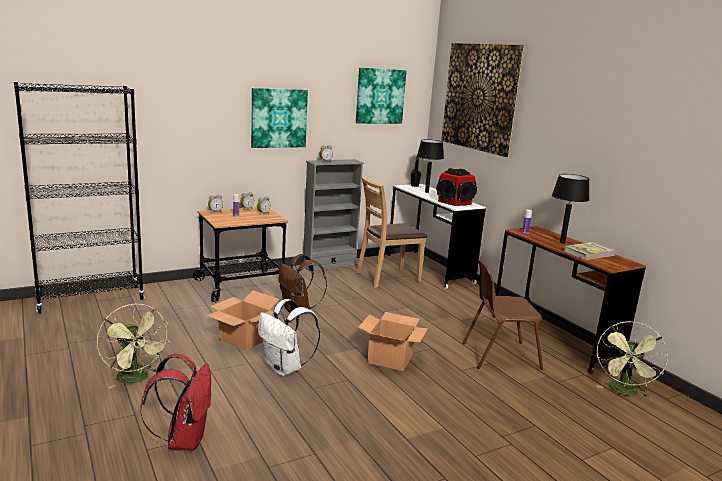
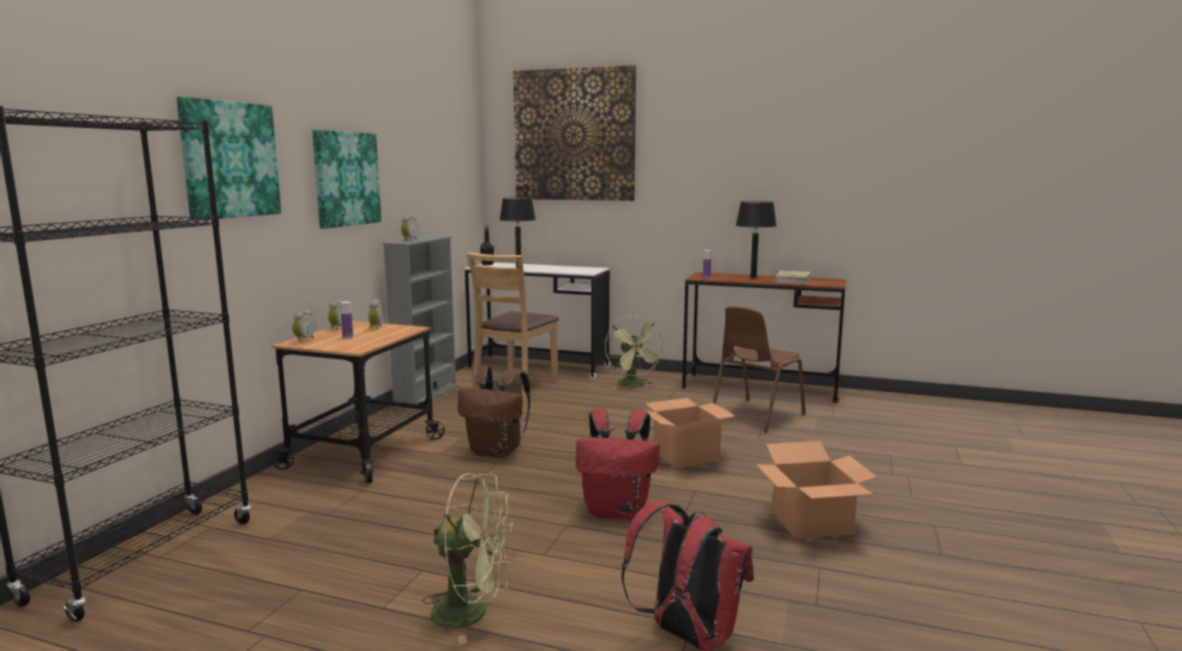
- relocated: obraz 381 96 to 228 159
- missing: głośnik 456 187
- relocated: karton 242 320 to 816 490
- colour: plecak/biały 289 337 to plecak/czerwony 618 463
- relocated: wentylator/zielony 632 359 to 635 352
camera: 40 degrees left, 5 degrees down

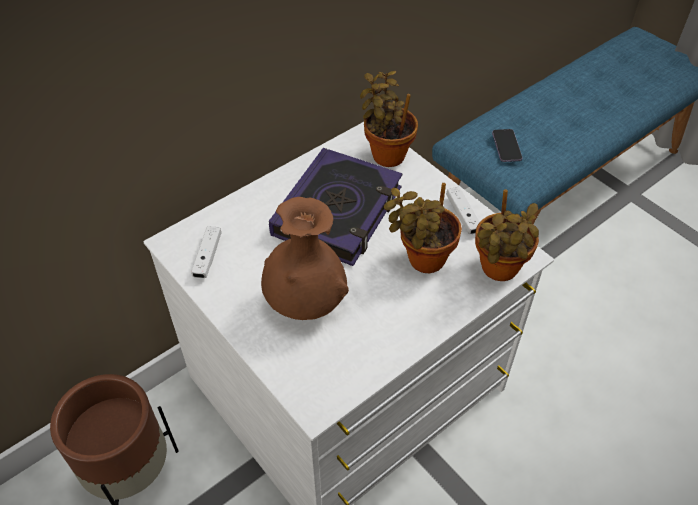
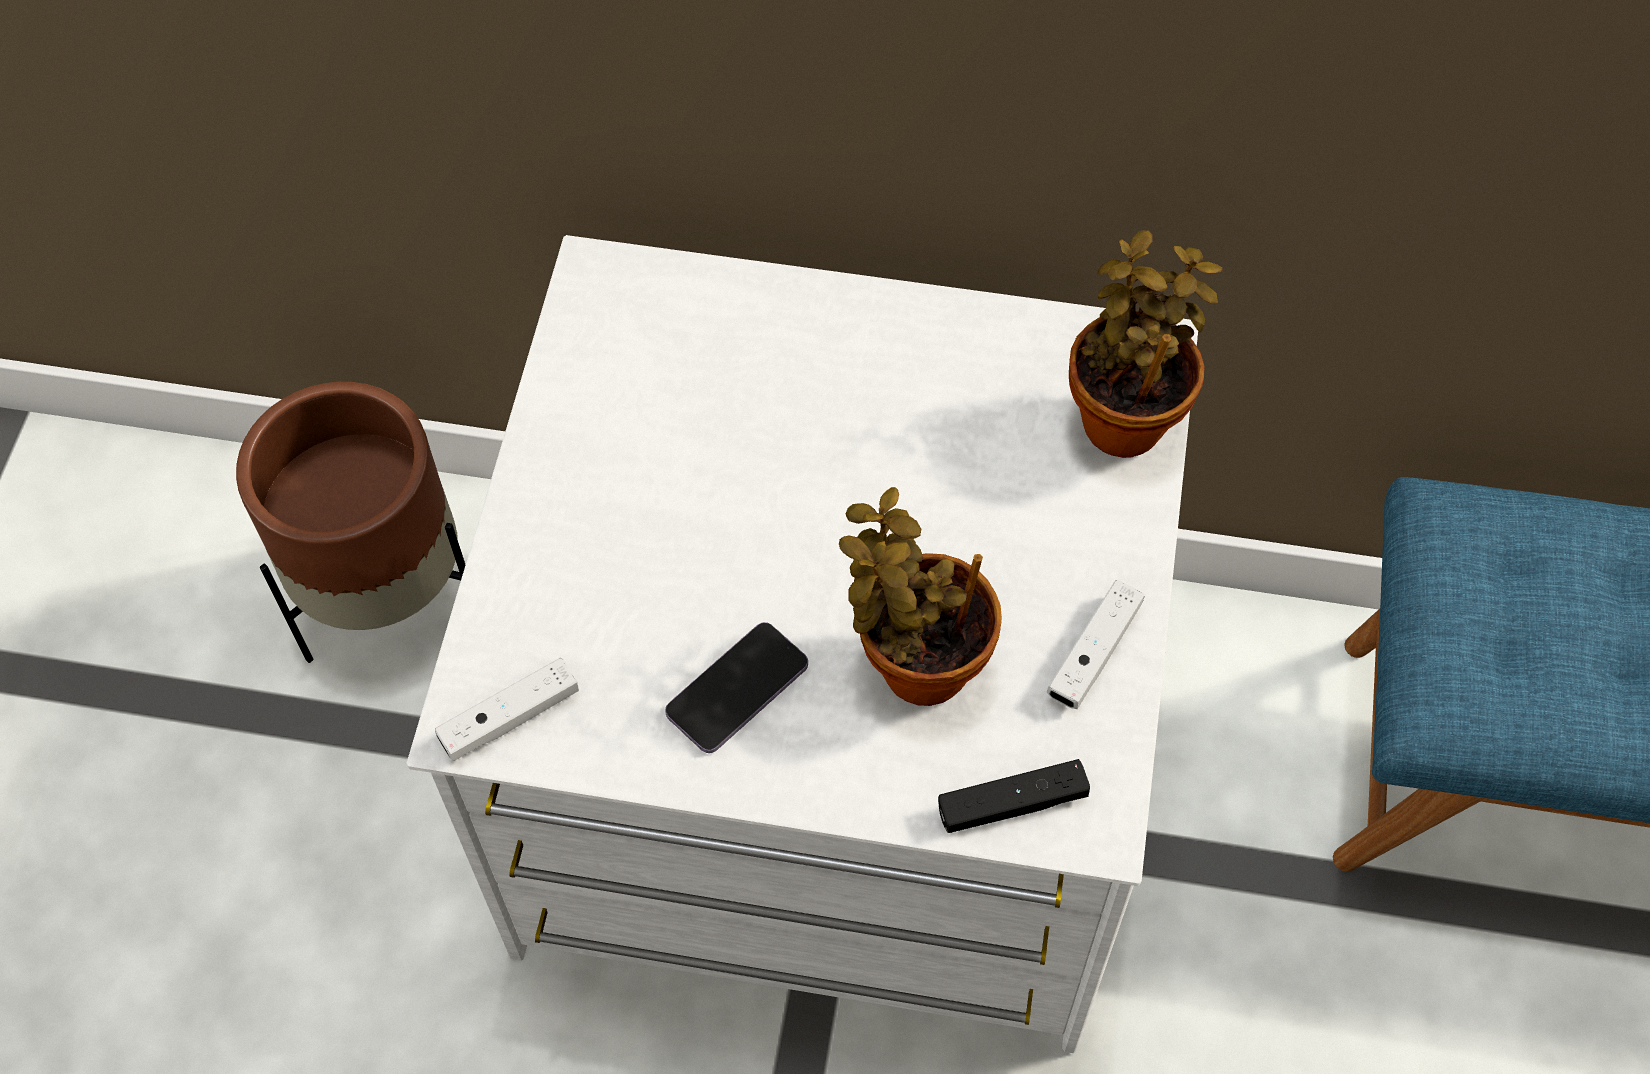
- relocated: telefon 507 145 to 736 687
- missing: książka 336 207
- exchanged: roślina doniczkowa 507 235 to pad do gier/czarny 1014 796
- missing: wazon/brązowy 305 258
- relocated: pad do gier/biały 206 252 to 507 709
camera: 50 degrees right, 10 degrees up

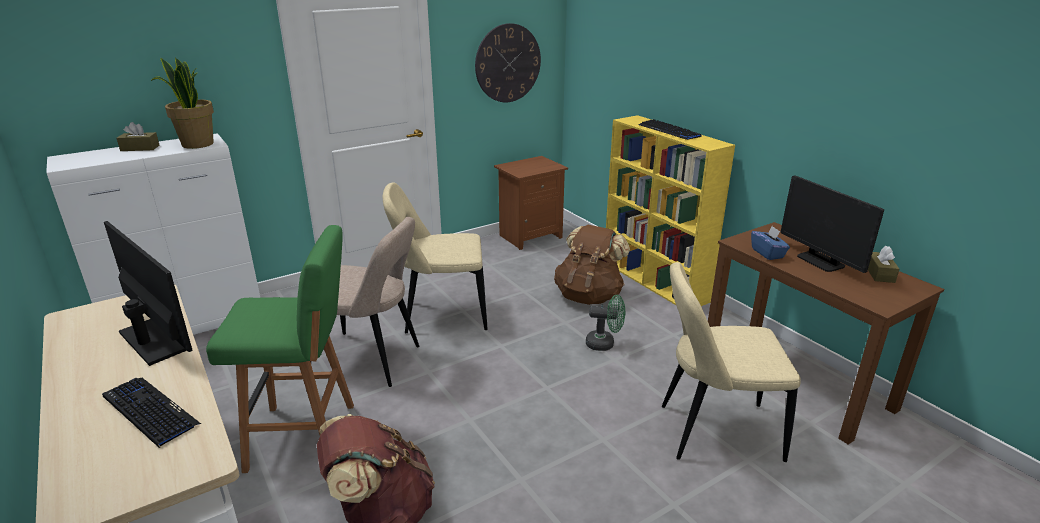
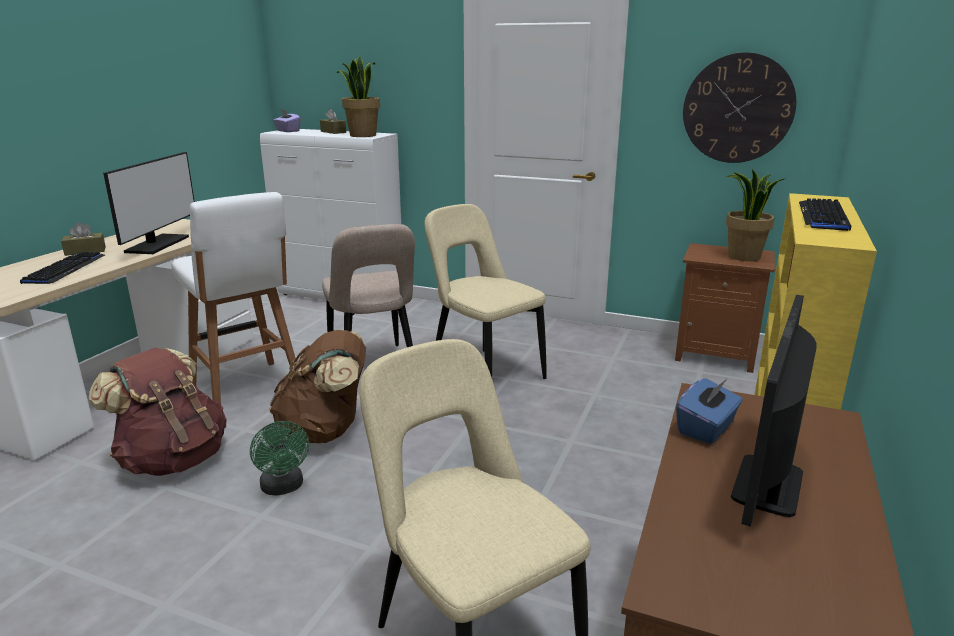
- colour: stołek/zielony 280 349 to stołek/biały 233 298
- relocated: plecak/brązowy 592 265 to 317 386
- relocated: pudełko chusteczek/brązowy 884 264 to 83 239
- relocated: wentylator/zielony 605 323 to 279 458
- appeared: pudełko chusteczek/fioletowy 287 120
- appeared: roślina doniczkowa 754 215
camera: 55 degrees right, 5 degrees down

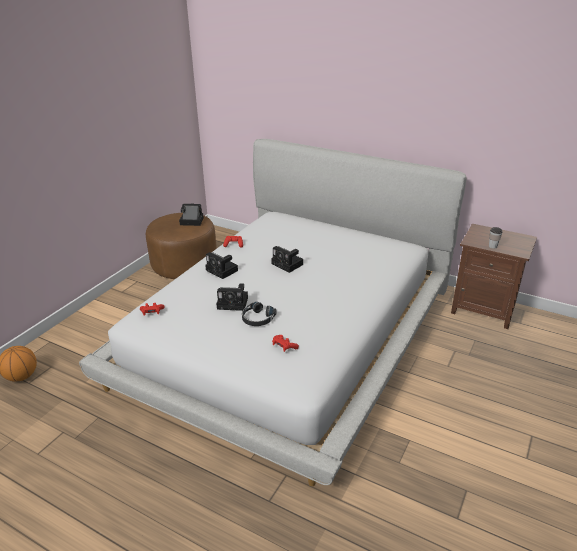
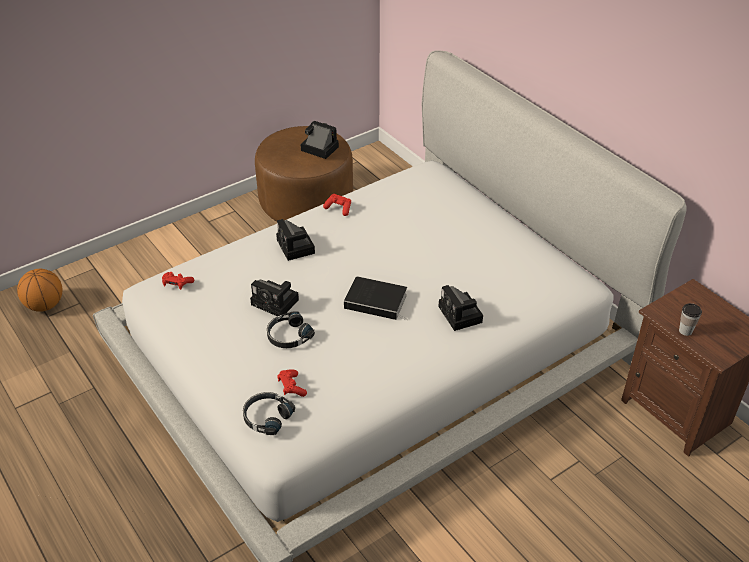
- relocated: aparat fotograficzny 287 259 to 460 308
- appeared: książka 375 298
- appeared: słuchawki/czarny 269 413
camera: 25 degrees right, 10 degrees up

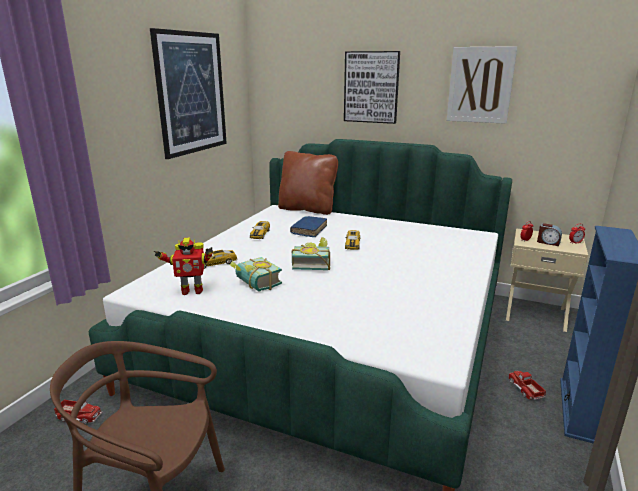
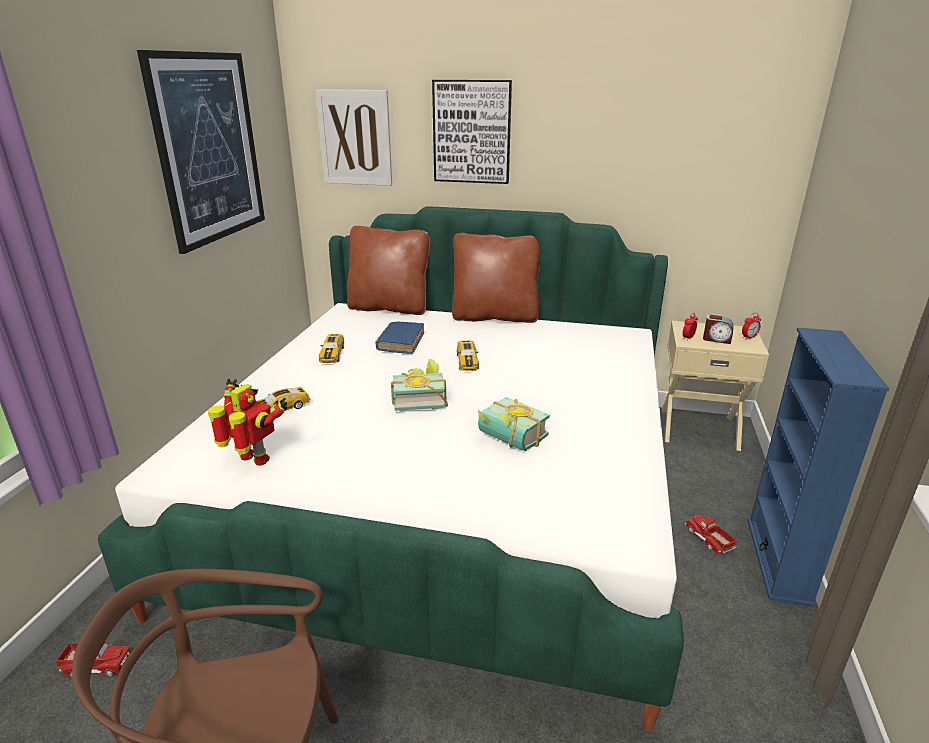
- relocated: obraz 482 85 to 354 137
- spun: robot zabawkowy 183 266 = 248 422 135 degrees counterclockwise
- relocated: książka 256 274 to 514 424
- appeared: poduszka/brązowy 496 278
camera: 10 degrees left, 5 degrees up

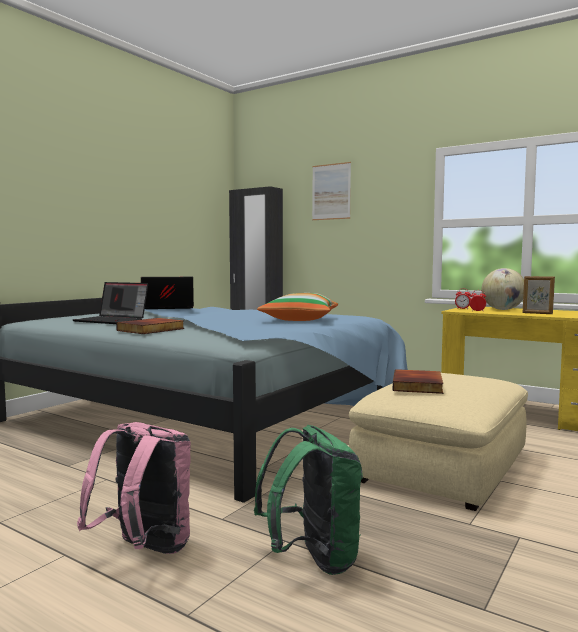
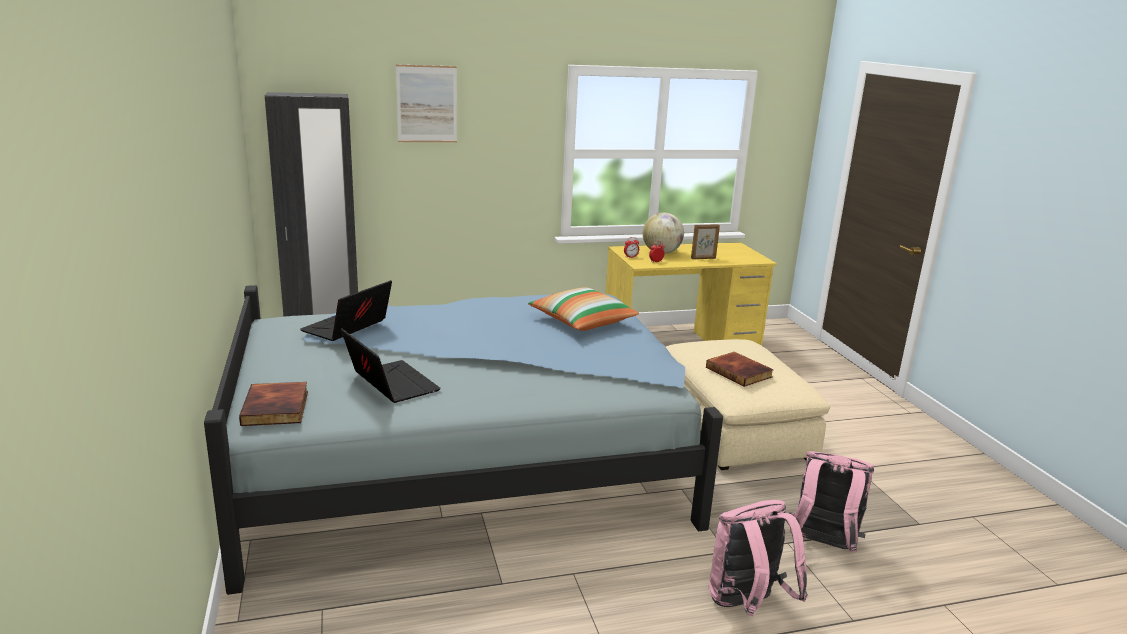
- spun: laptop 110 303 = 391 366 105 degrees counterclockwise
- relocated: książka 150 326 to 273 404
- colour: plecak/zielony 308 500 to plecak/różowy 831 502
camera: 50 degrees left, 15 degrees up

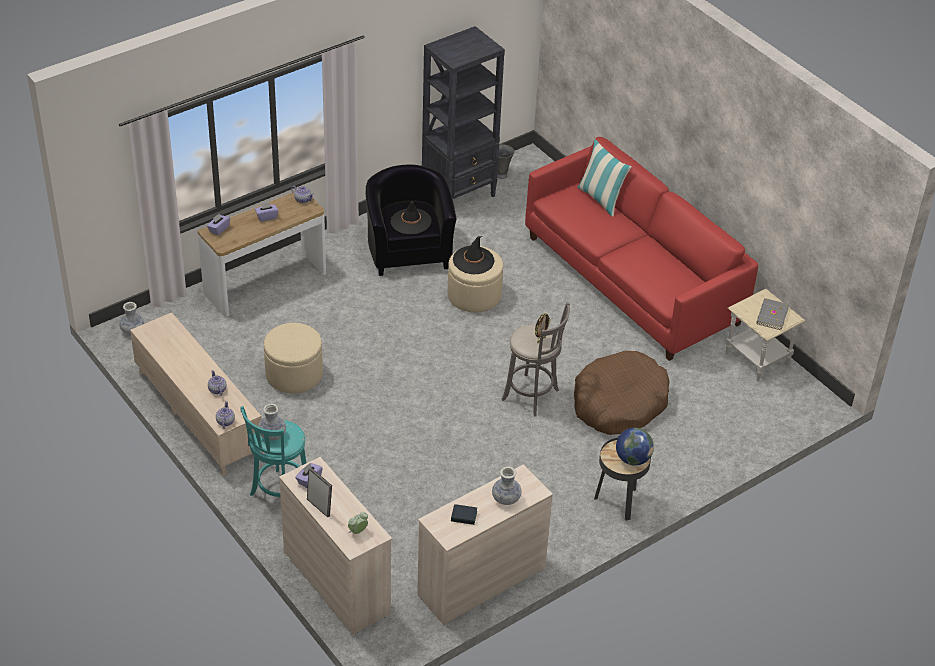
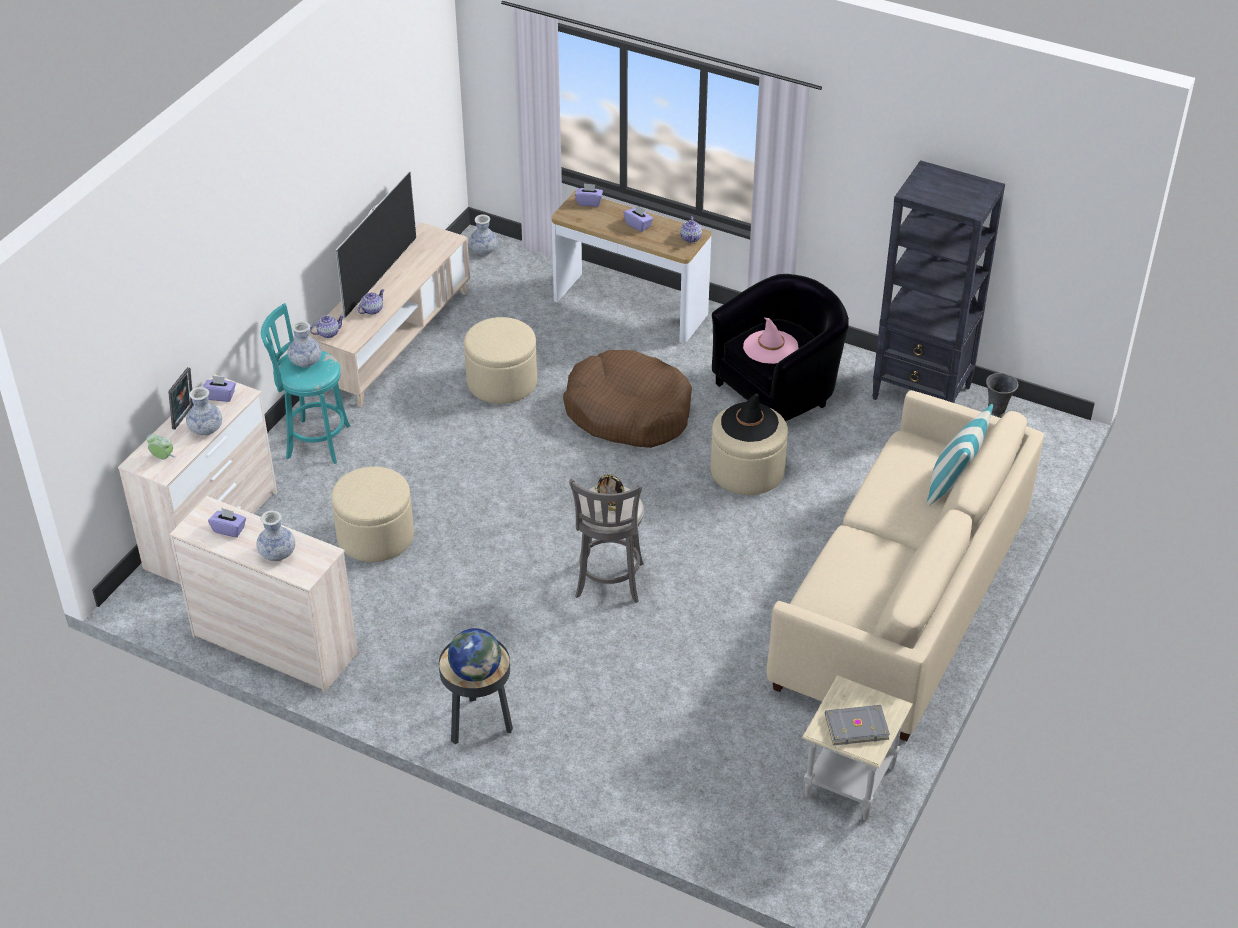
- colour: kanapa/czerwony 641 249 to kanapa/beżowy 905 566
- colour: kapelusz/czarny 411 217 to kapelusz/różowy 770 340
- relocated: legowisko/brązowy 621 393 to 627 399
- exchanged: książka 464 514 to pudełko chusteczek/fioletowy 227 523
- appeared: telewizor 376 244
- appeared: wazon 204 411
- appeared: pufa/beżowy 372 514
camera: 65 degrees right, 0 degrees up

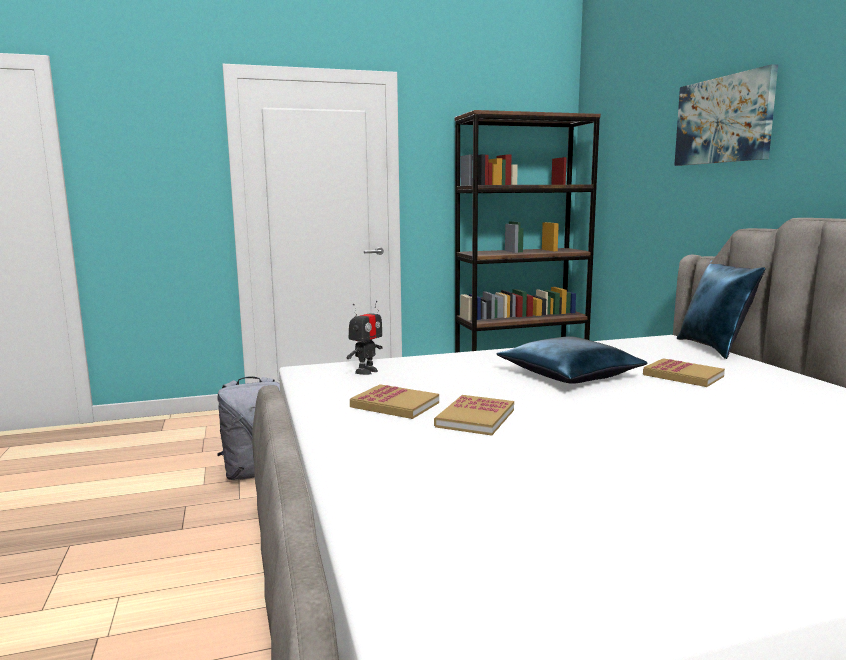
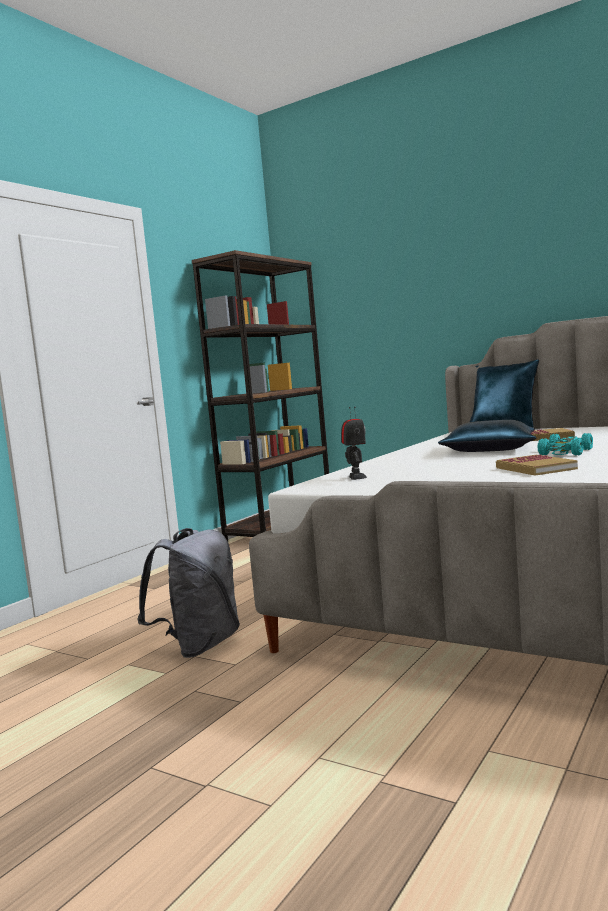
- missing: obraz 726 115
- missing: książka 394 401
- appeared: samochodzik/turkusowy 565 444
camera: 40 degrees left, 5 degrees down

